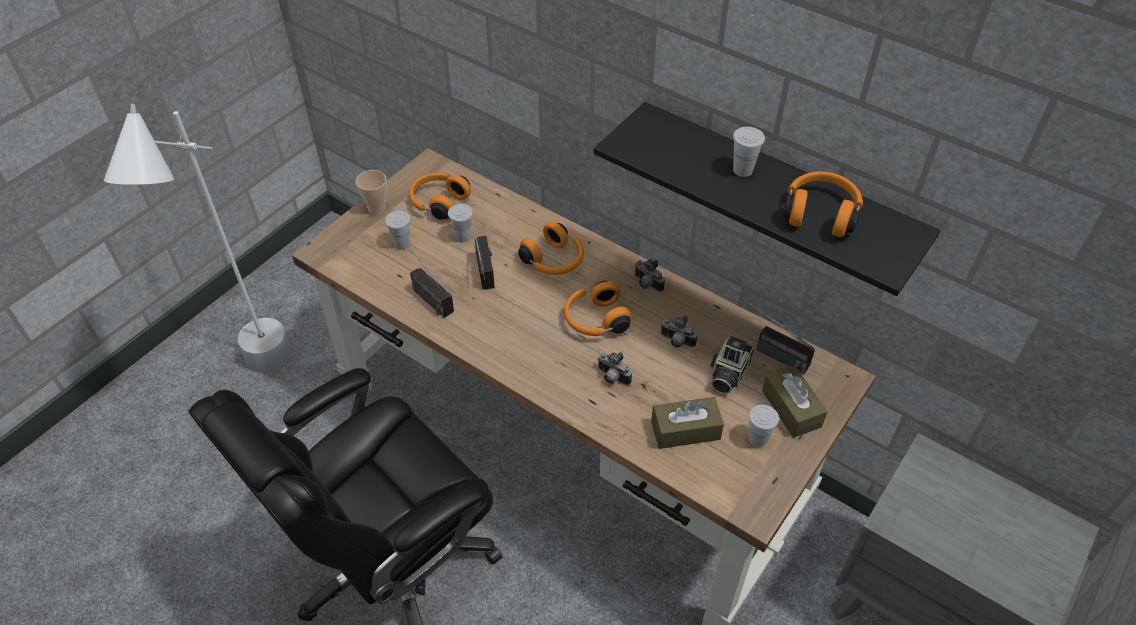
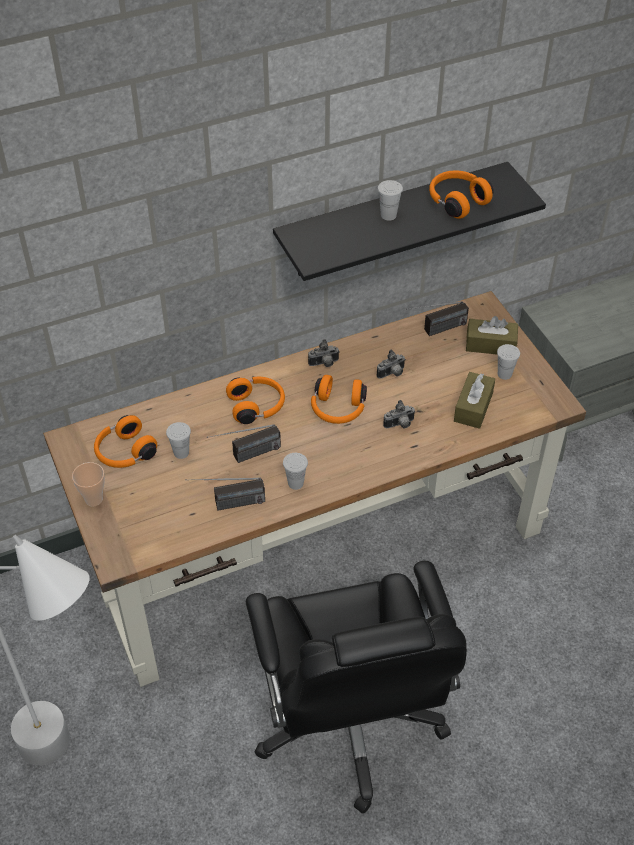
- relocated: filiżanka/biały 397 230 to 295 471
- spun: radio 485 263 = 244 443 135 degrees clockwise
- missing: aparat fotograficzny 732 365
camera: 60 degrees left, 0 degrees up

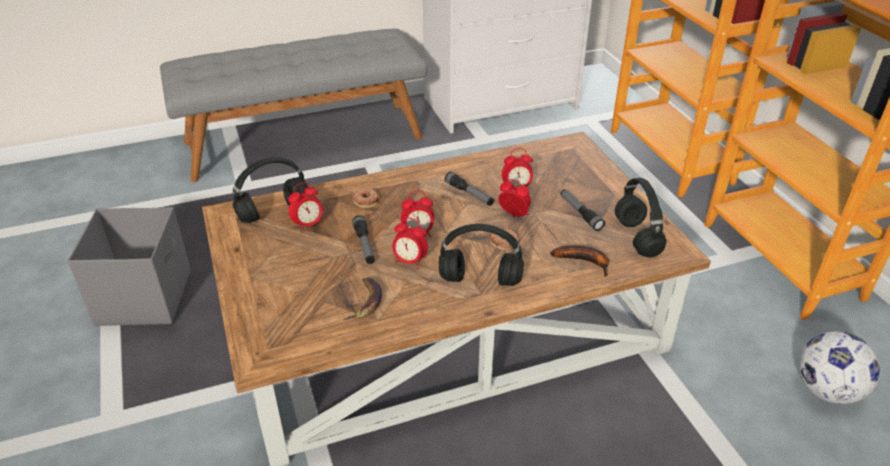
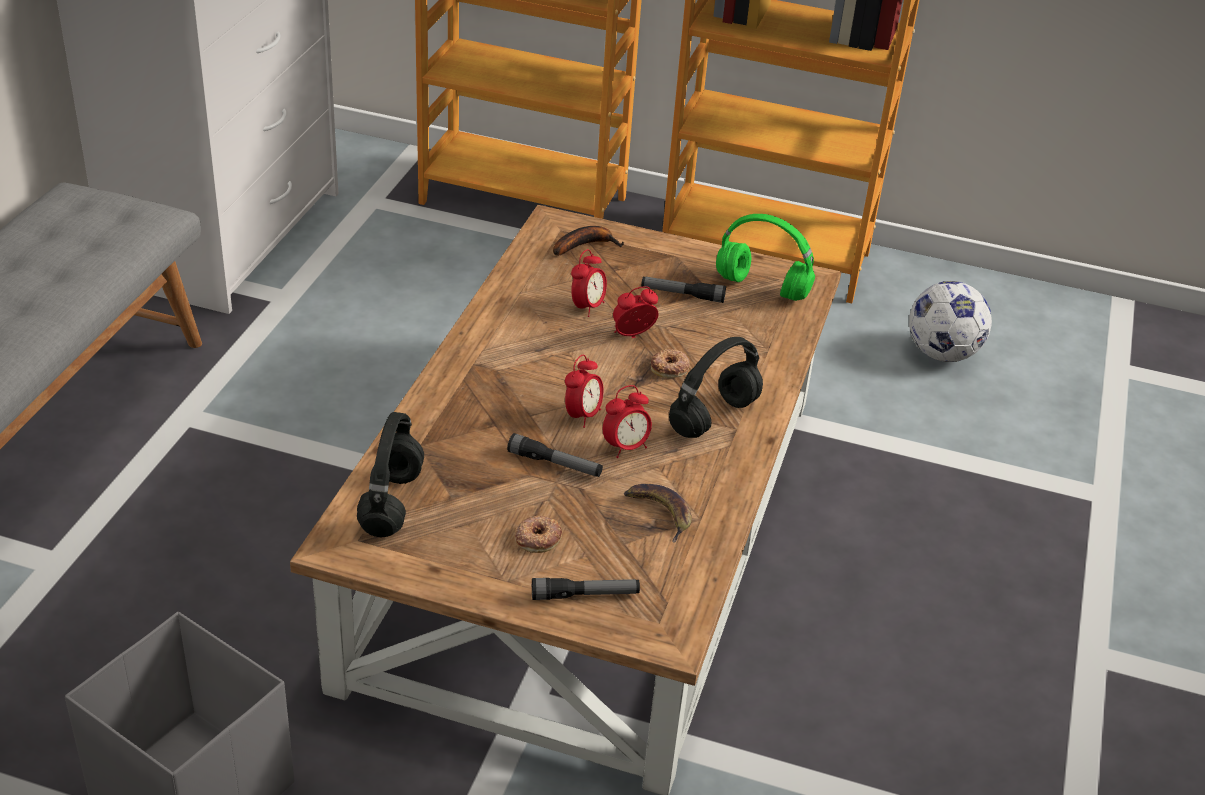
- relocated: latarka 469 188 to 586 589
- colour: słuchawki/czarny 640 217 to słuchawki/zielony 765 257
- missing: budzik 305 207
- relocated: donut 366 198 to 538 534
- relocated: banan 579 261 to 588 241
camera: 55 degrees left, 0 degrees up

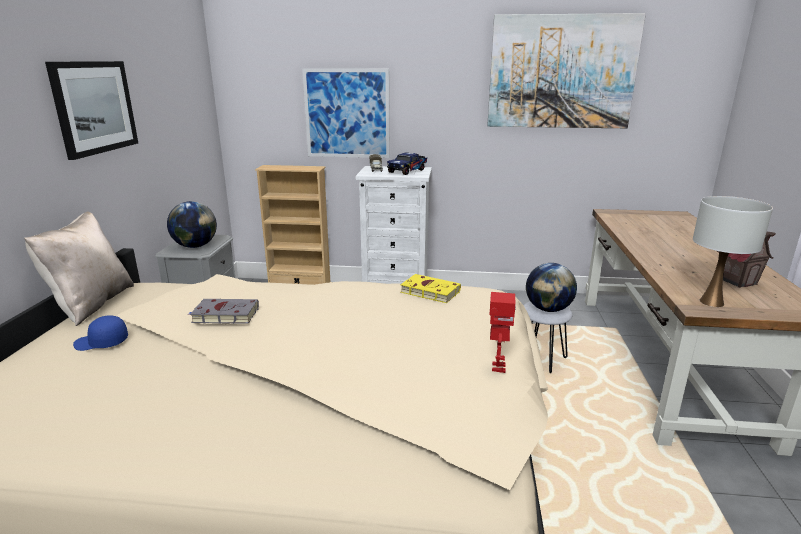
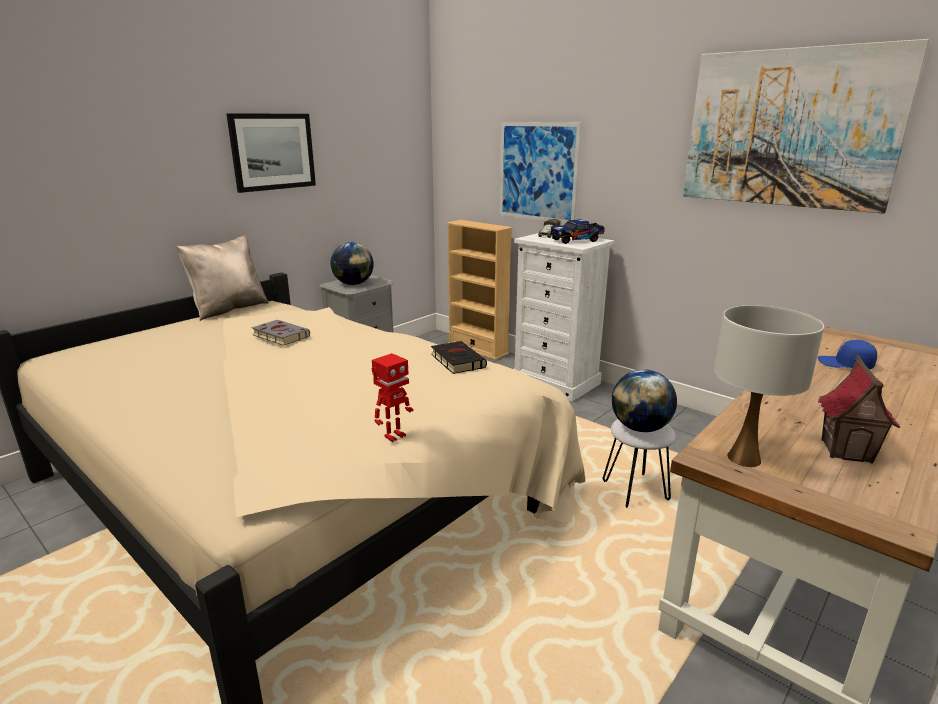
- colour: książka/żółty 430 288 to książka/czarny 459 357
- relocated: czapka z daszkiem/niebieski 100 333 to 847 354
camera: 35 degrees right, 0 degrees up

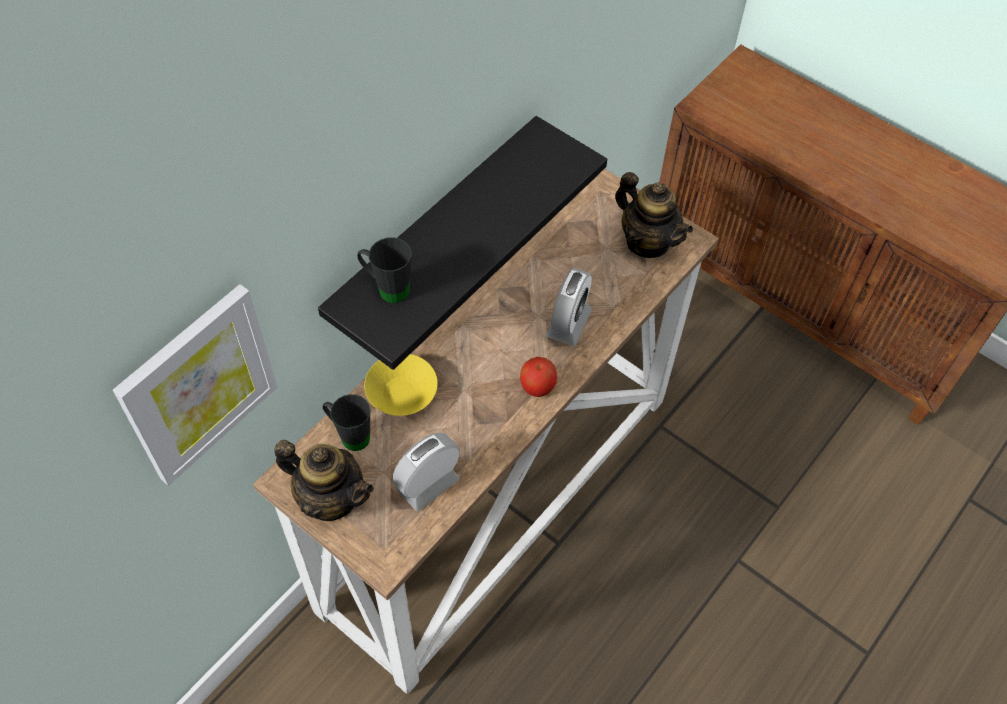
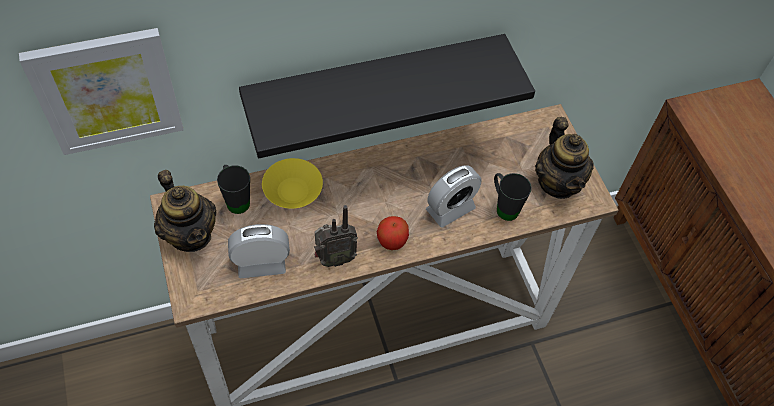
- relocated: kubek/czarny 384 270 to 513 197
- appeared: radio 336 236
camera: 30 degrees right, 0 degrees up

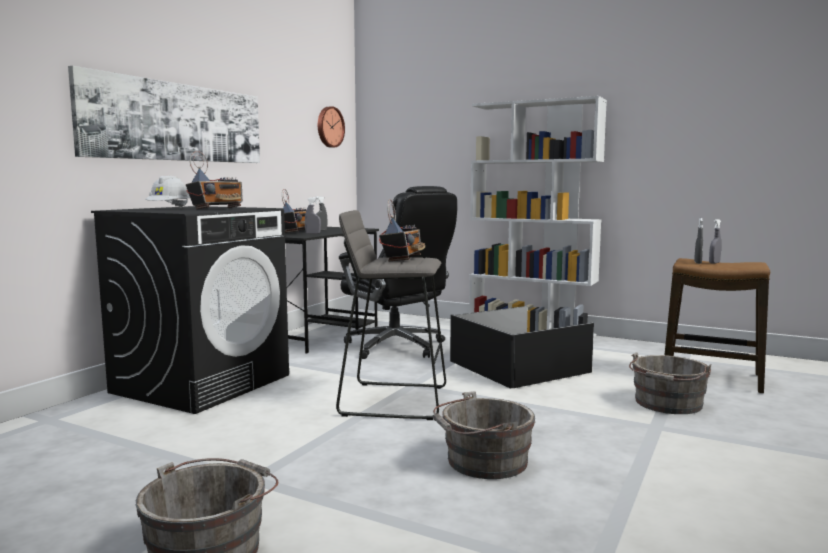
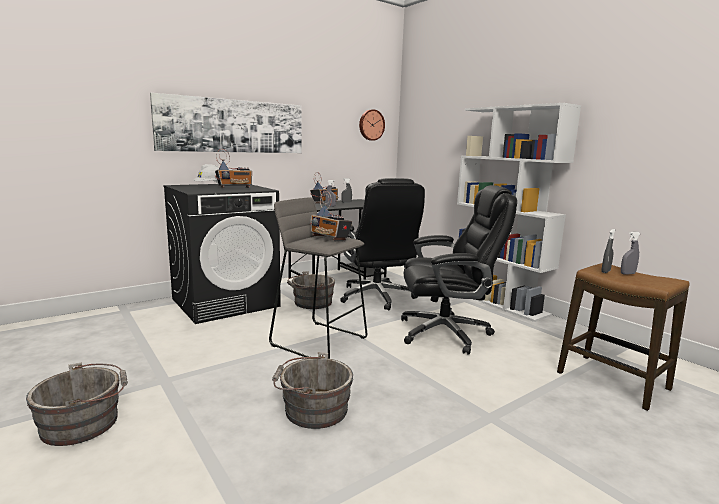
- spun: radio 402 230 = 331 215 90 degrees clockwise
- exchanged: pojemnik do przechowywania/czarny 522 347 to krzesło biurowe/czarny 459 270
- relocated: wiadro/szary 670 383 to 311 290
camera: 25 degrees right, 5 degrees up

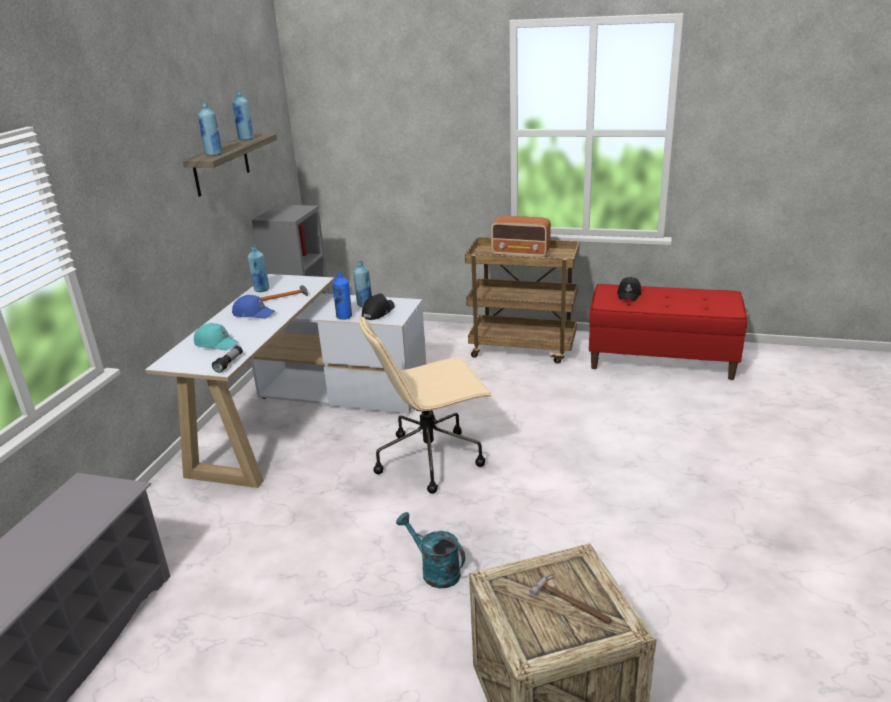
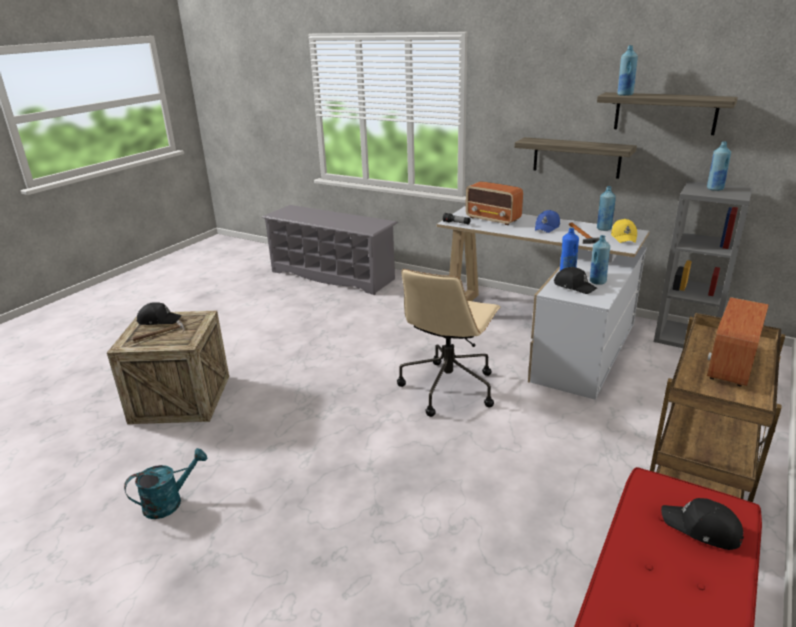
- relocated: butelka/niebieski 243 115 to 719 166
- spun: krzesło biurowe/beżowy 426 405 = 449 343 150 degrees counterclockwise
- exchanged: czapka z daszkiem/turkusowy 216 336 to radio 494 203
- relocated: konewka/turkusowy 430 550 to 165 483
- appeared: półka 575 158
- appeared: czapka z daszkiem/żółty 624 231
- appeared: czapka z daszkiem/czarny 159 313
camera: 105 degrees right, 0 degrees up

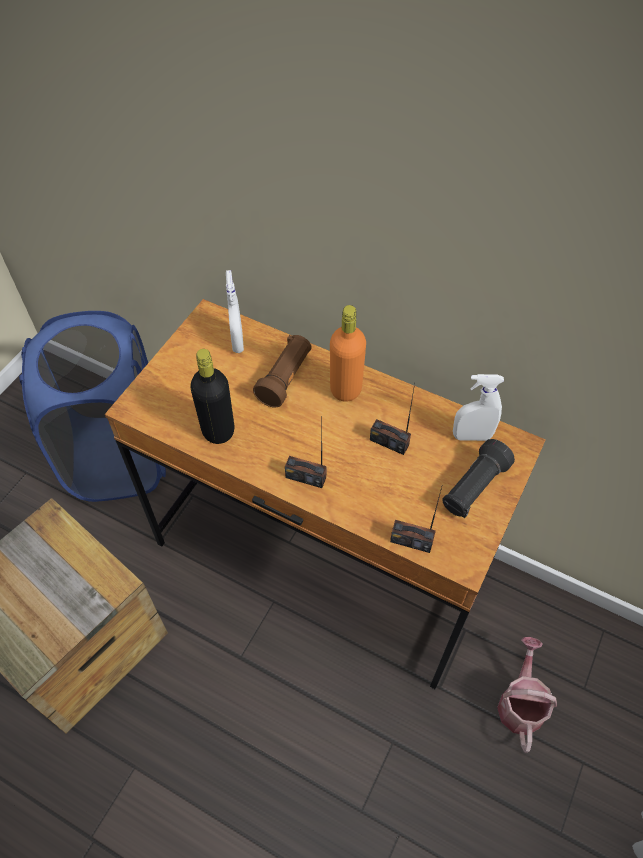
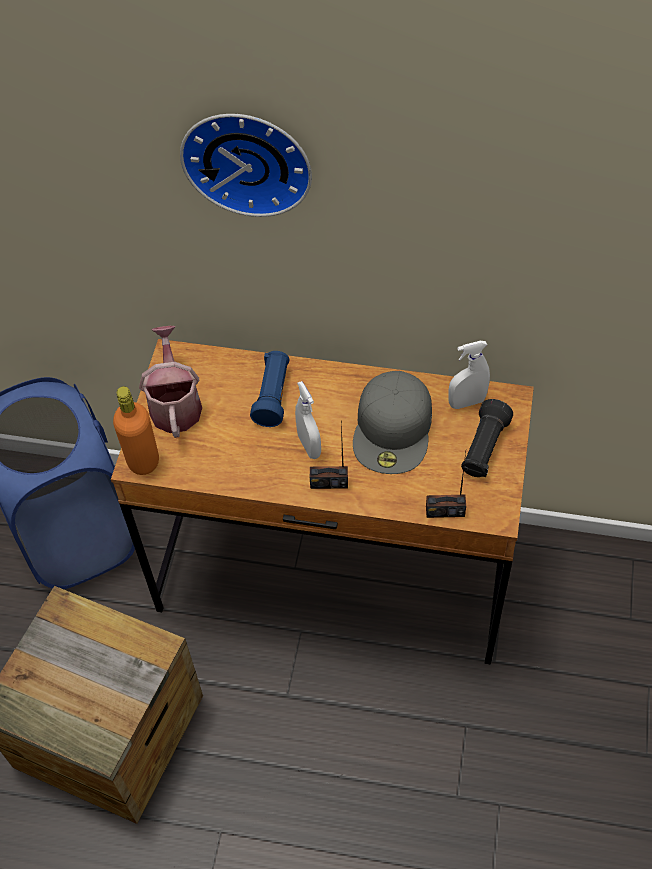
- relocated: spryskiwacz/biały 235 311 to 308 420
- relocated: butelka/pomarańczowy 348 353 to 136 430
- colour: latarka/brązowy 282 371 to latarka/niebieski 269 389
- missing: butelka/czarny 212 396
- exchanged: radio 392 419 to czapka z daszkiem/szary 392 422
- relocated: konewka 527 695 to 170 382
- appeared: zegar ścienny 246 165
camera: 15 degrees left, 0 degrees up

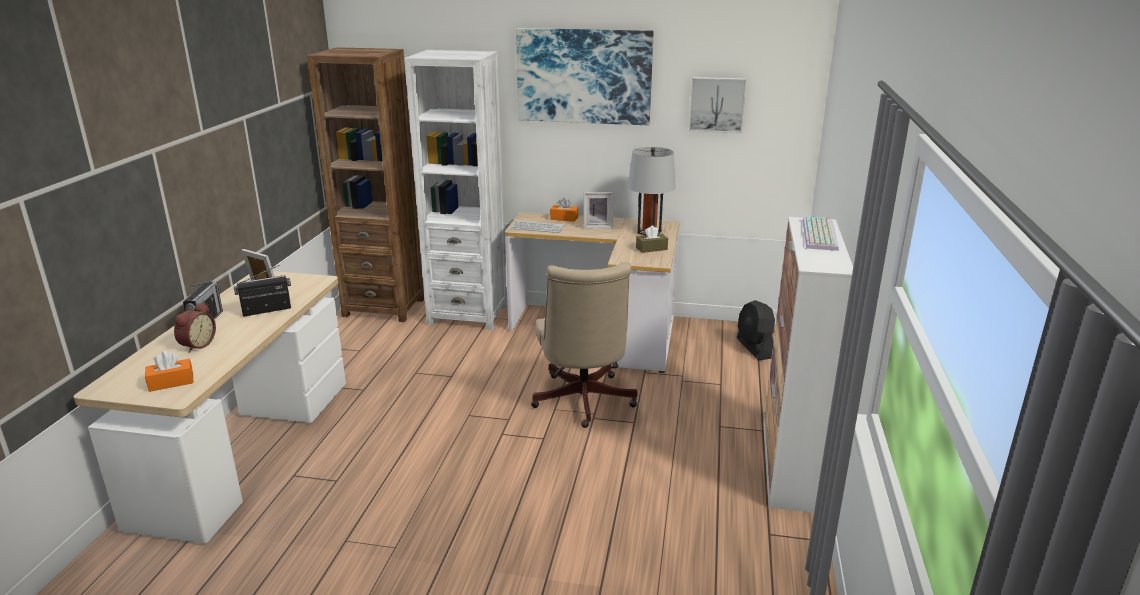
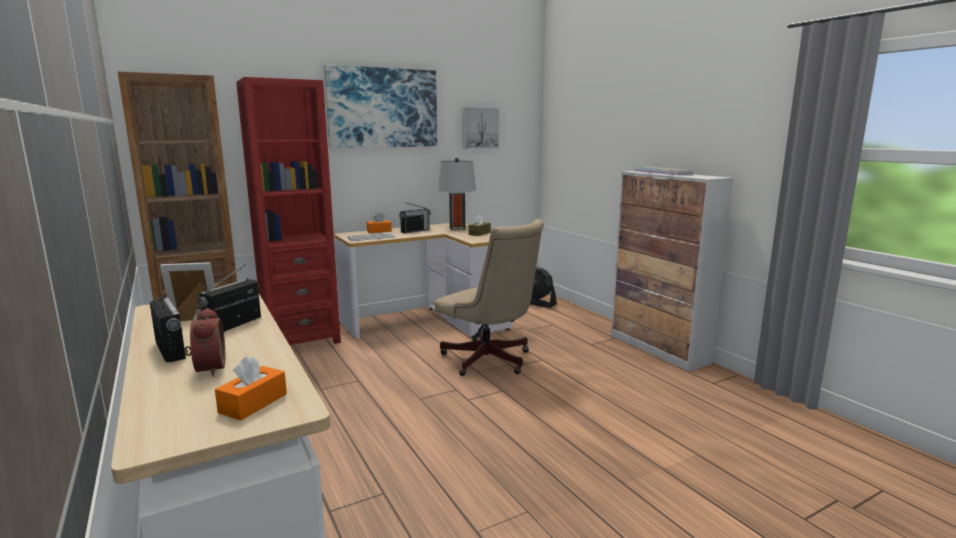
- colour: regał/biały 456 190 to regał/czerwony 288 211
- exchanged: ramka na zdjęcie 598 210 to radio 415 217
camera: 40 degrees left, 10 degrees down

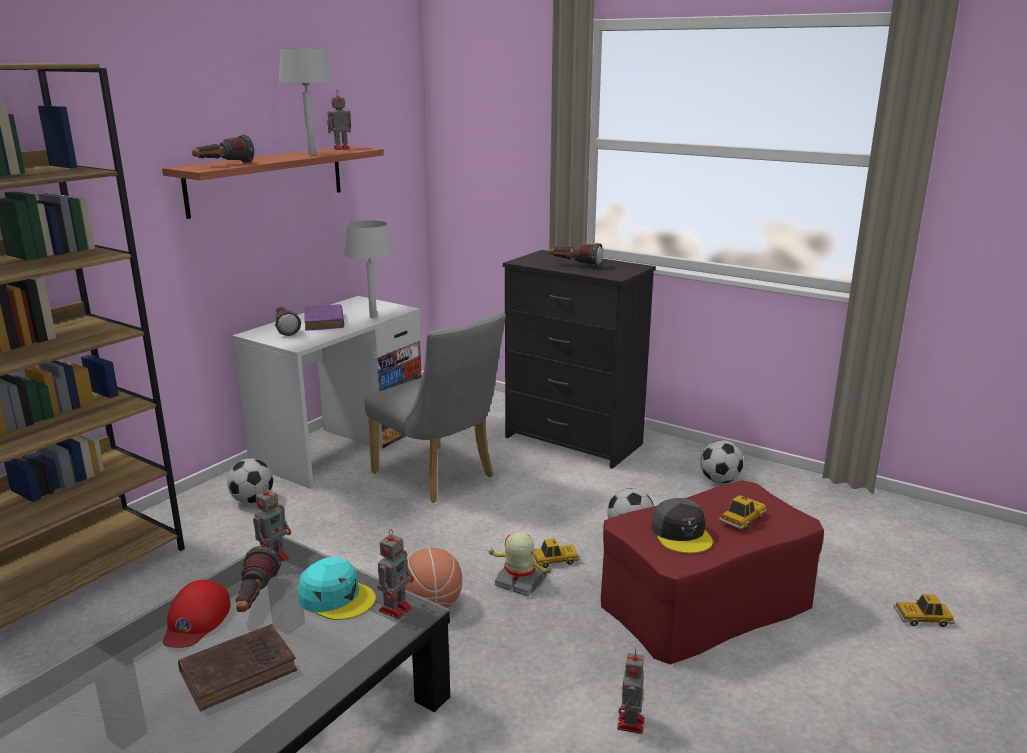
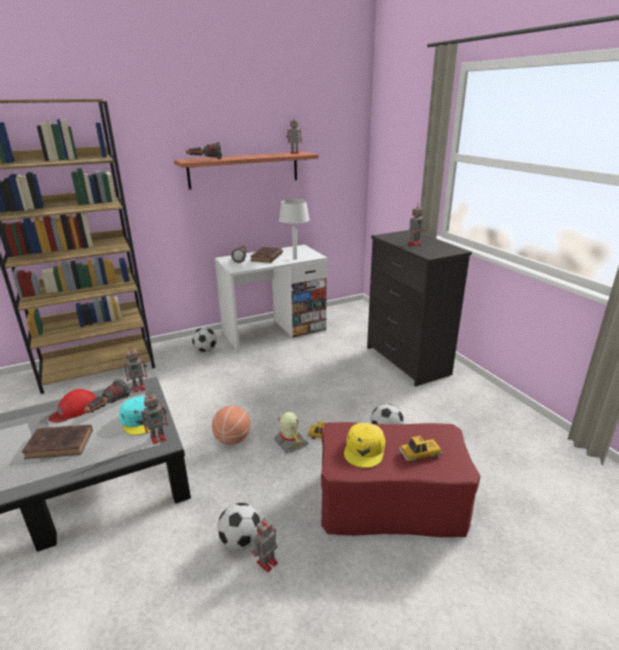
- missing: lampa stołowa/szary 305 101
- exchanged: latarka 576 255 to robot zabawkowy 416 225
- colour: książka/fioletowy 324 317 to książka/brązowy 266 255
- missing: krzesło/szary 435 407
- relocated: piłka futbolowa 721 461 to 239 527
- colour: czapka z daszkiem/szary 682 525 to czapka z daszkiem/żółty 364 445
- missing: samochodzik 924 610
camera: 30 degrees right, 5 degrees up

